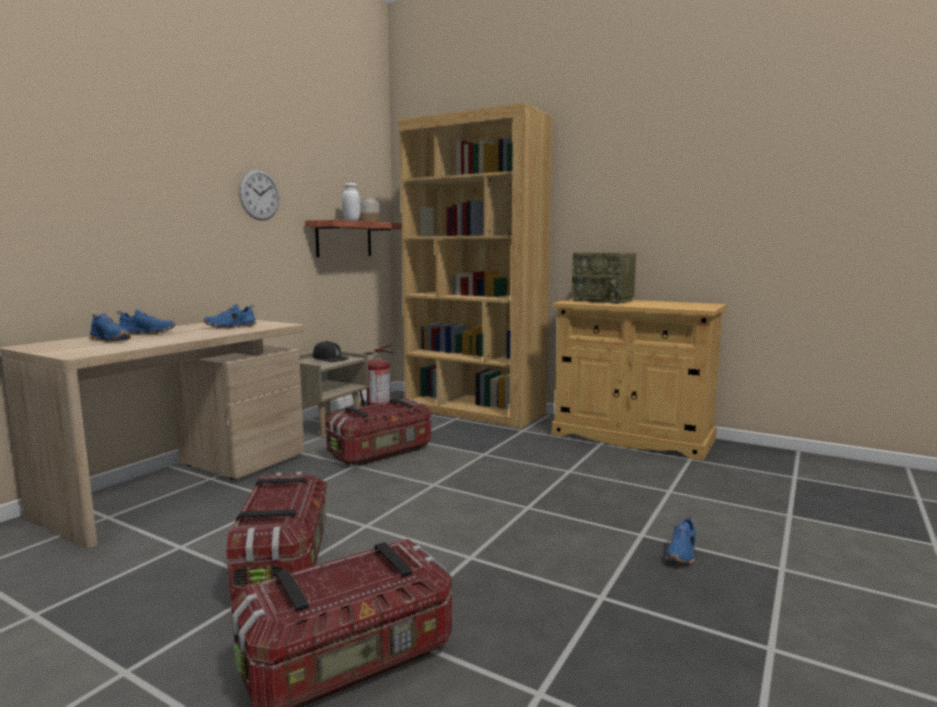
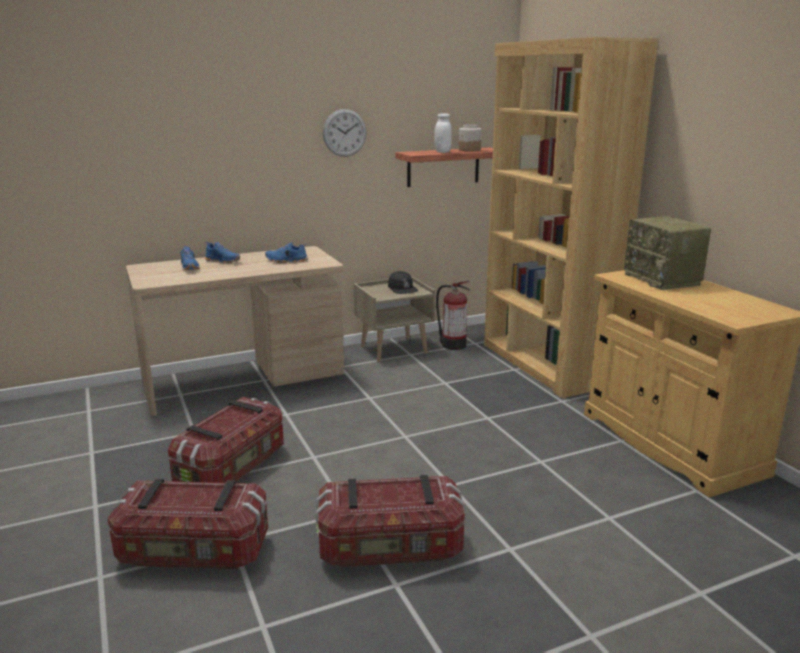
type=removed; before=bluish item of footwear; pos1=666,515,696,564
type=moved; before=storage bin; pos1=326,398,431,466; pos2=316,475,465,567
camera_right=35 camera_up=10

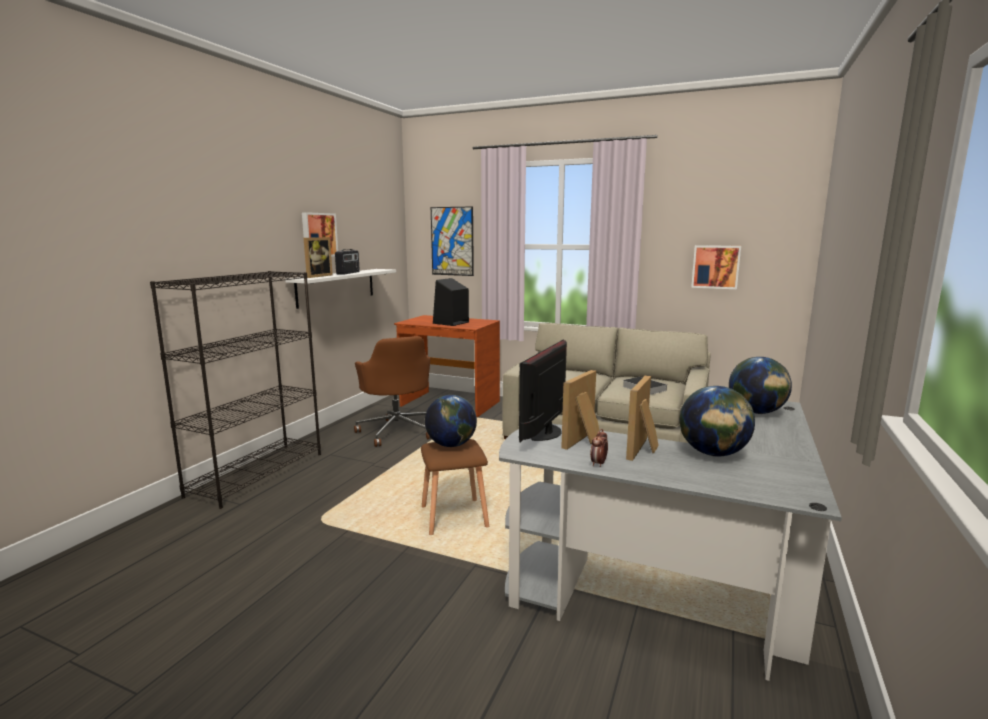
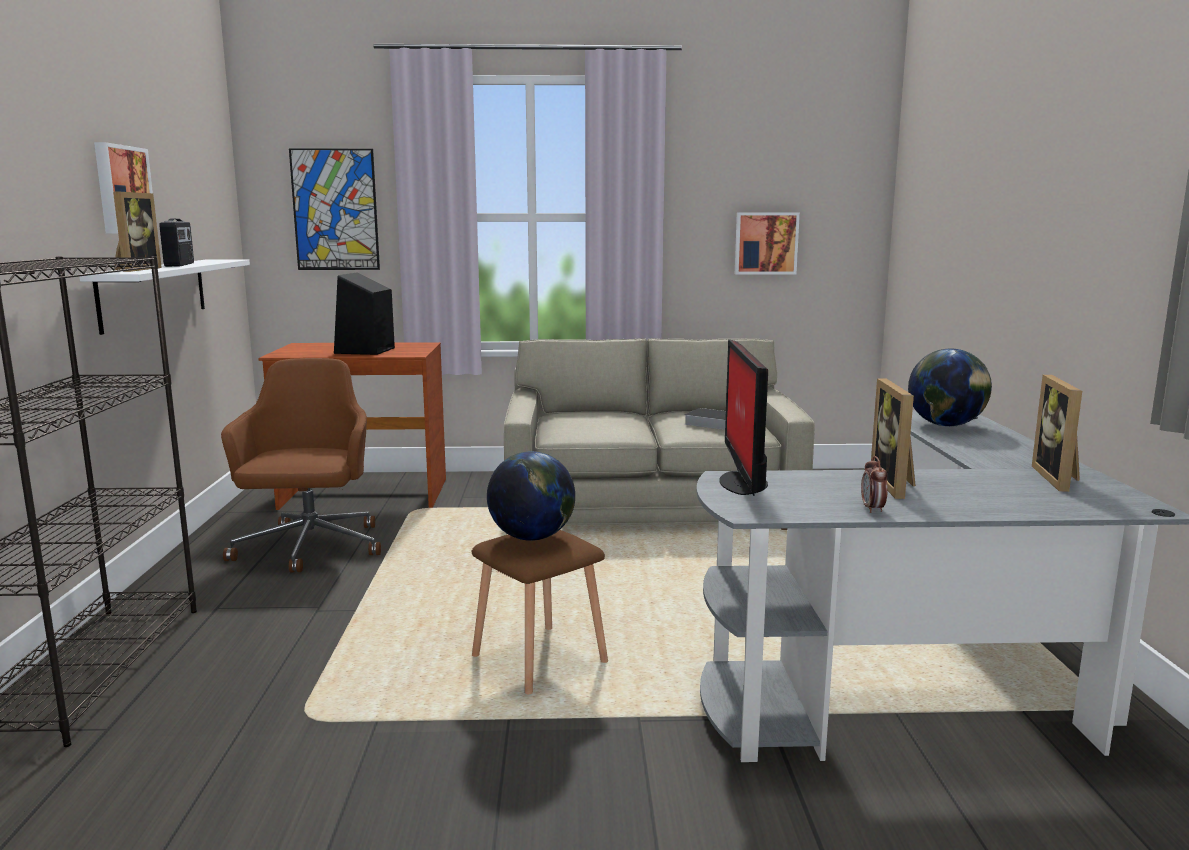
type=removed; before=desk globe; pos1=679,386,755,457
type=moved; before=picture frame; pos1=561,370,599,450; pos2=1032,375,1082,492
type=turned; before=brown office chair; pos1=354,336,431,447; pos2=221,358,381,572; turn=-135
camera_right=-25 camera_up=0

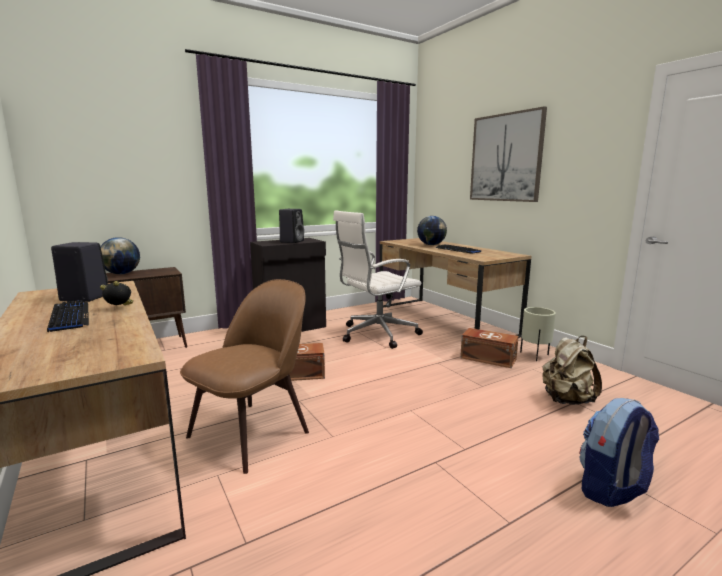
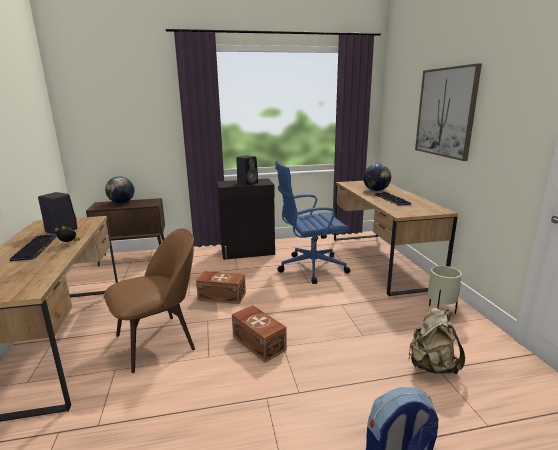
type=moved; before=brown storage bin; pos1=460,328,519,368; pos2=232,305,287,362
type=recoloured; before=white office chair; after=bluish office chair; pos1=333,210,423,349; pos2=275,160,350,284
camera_right=20 camera_up=5

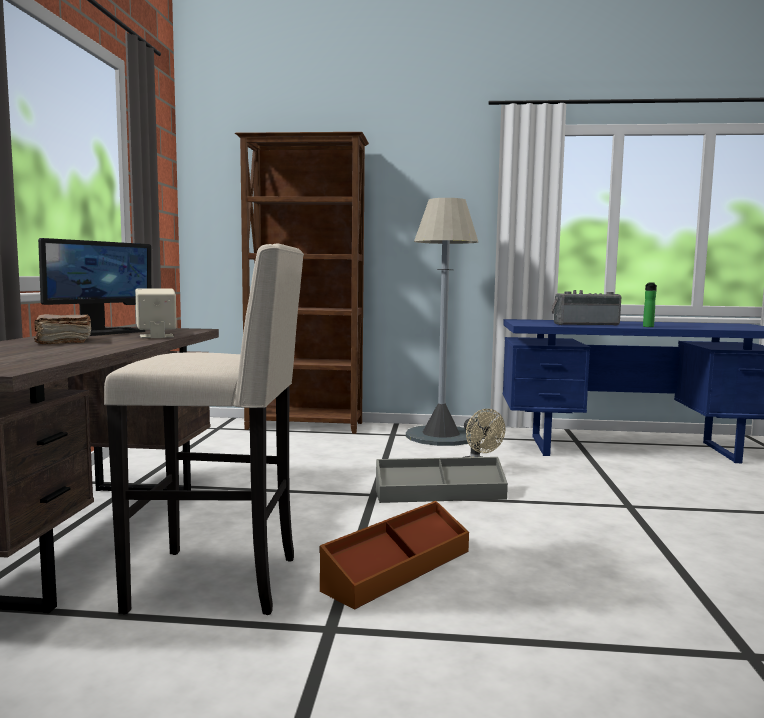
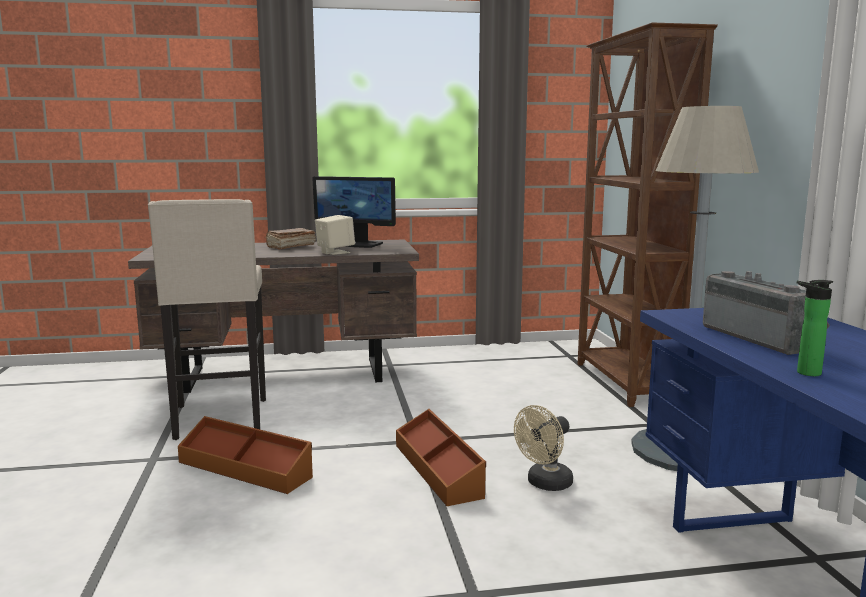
type=recoloured; before=gray storage bin; after=brown storage bin; pos1=376,457,508,503; pos2=396,409,486,506
camera_right=75 camera_up=5

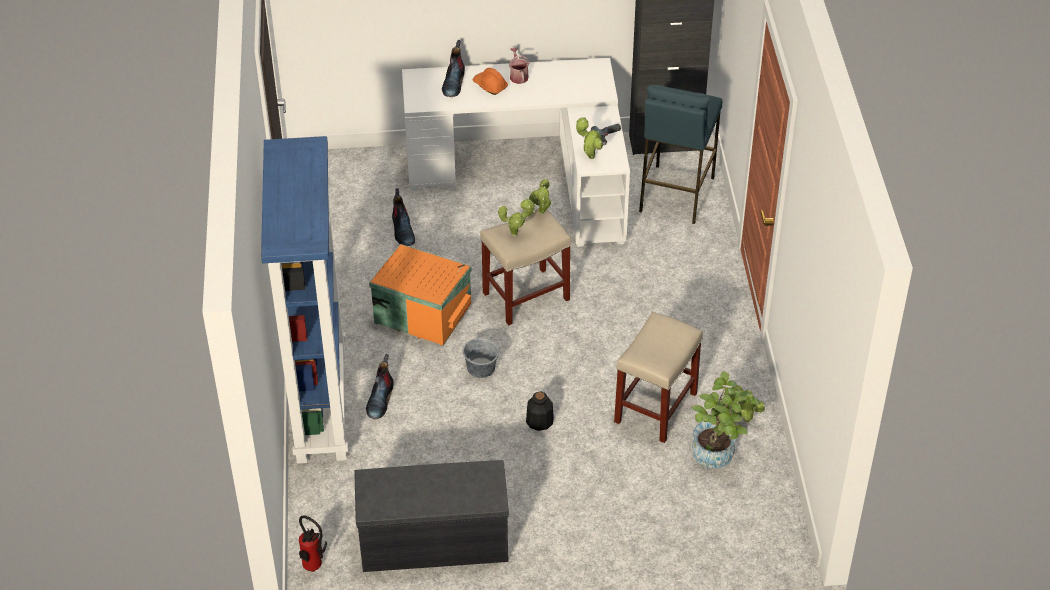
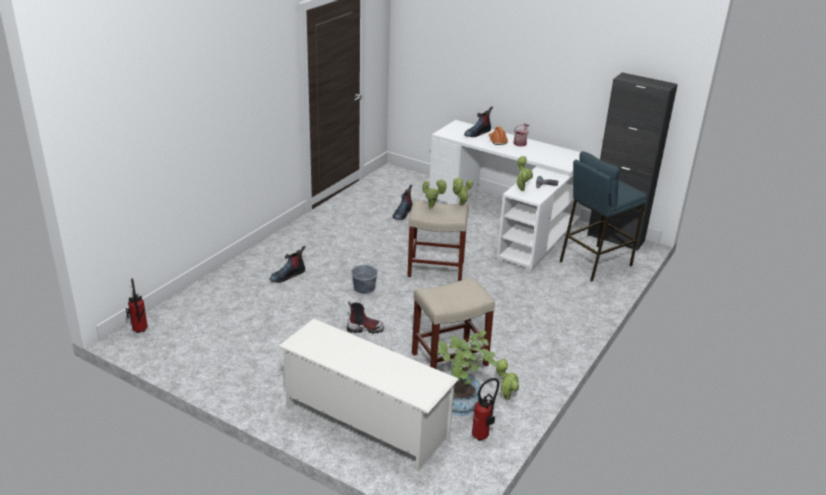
type=removed; before=bluish bookshelf; pos1=261,136,348,464
type=removed; before=gray indoor bench; pos1=354,460,509,572
type=removed; before=orangey storage bin; pos1=369,244,472,346
type=added; after=white shoe rack; pos2=278,318,459,471
type=added; after=extinguisher; pos2=472,378,499,441
type=replaced; before=bottle; after=tall boot; pos1=526,392,554,431; pos2=347,301,384,334
camera_right=35 camera_up=-15

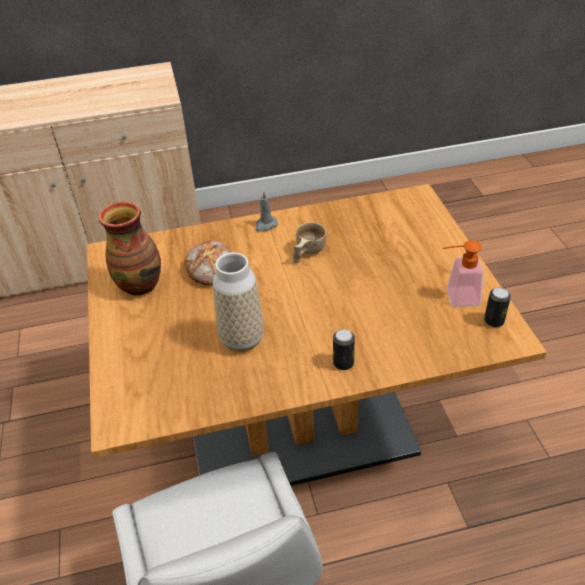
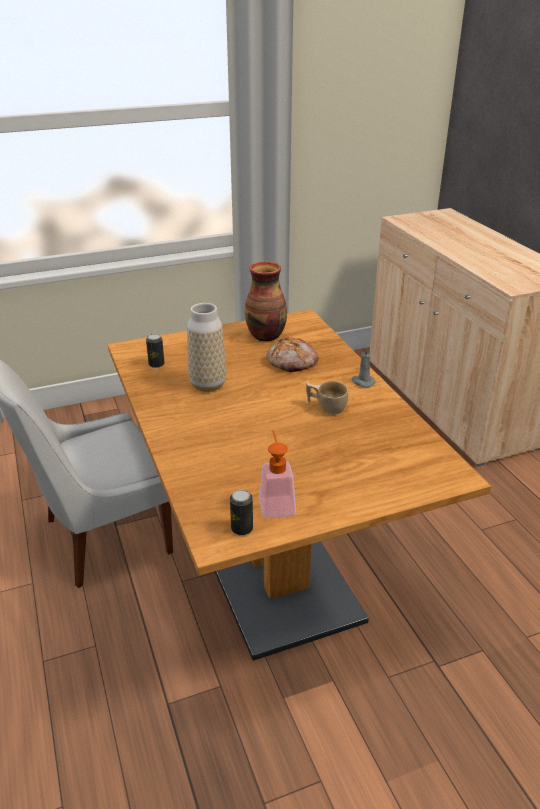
type=moved; before=sealed can; pos1=333,329,355,370; pos2=146,334,165,368
camera_right=80 camera_up=-10

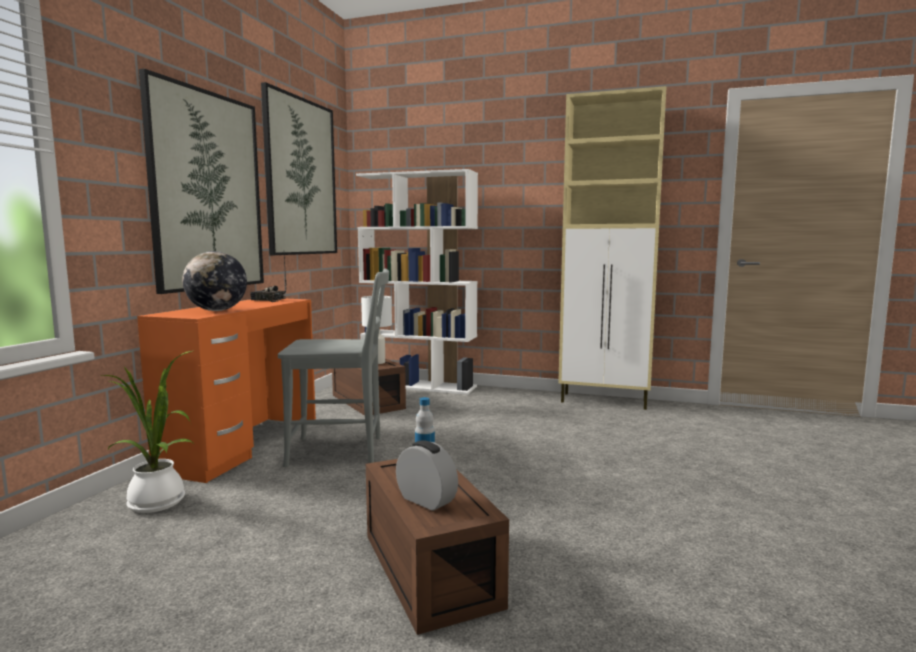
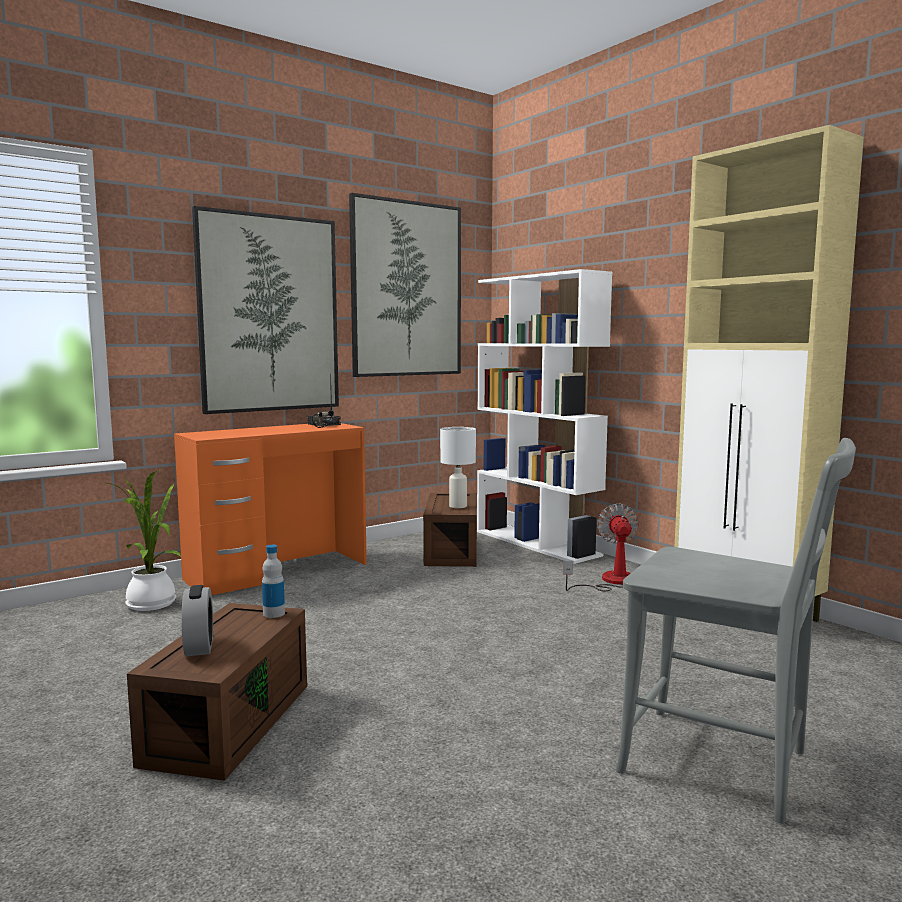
type=removed; before=desk globe; pos1=182,251,247,311
type=added; after=cooling fan; pos2=563,503,639,591
type=moved; before=gray chair; pos1=278,269,389,467; pos2=616,438,856,824
camera_right=35 camera_up=0

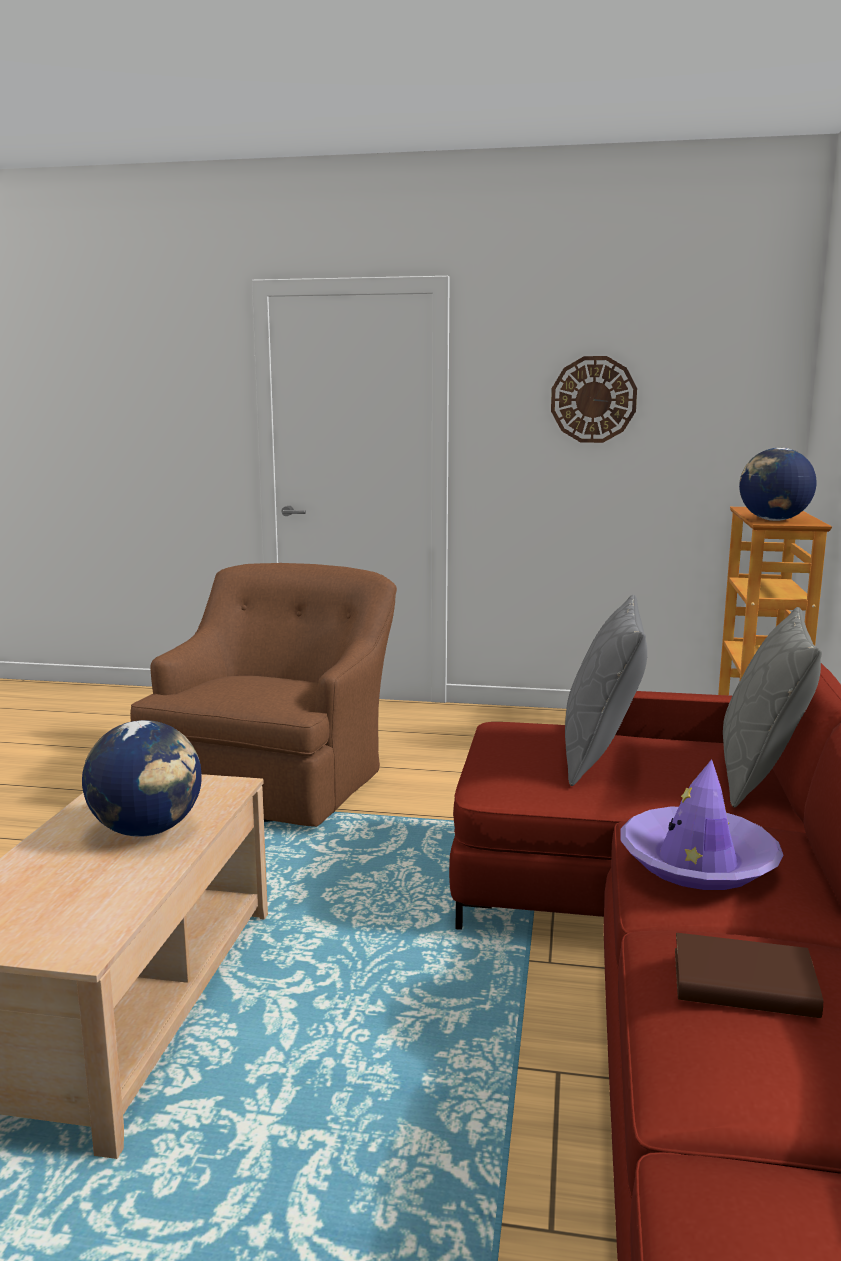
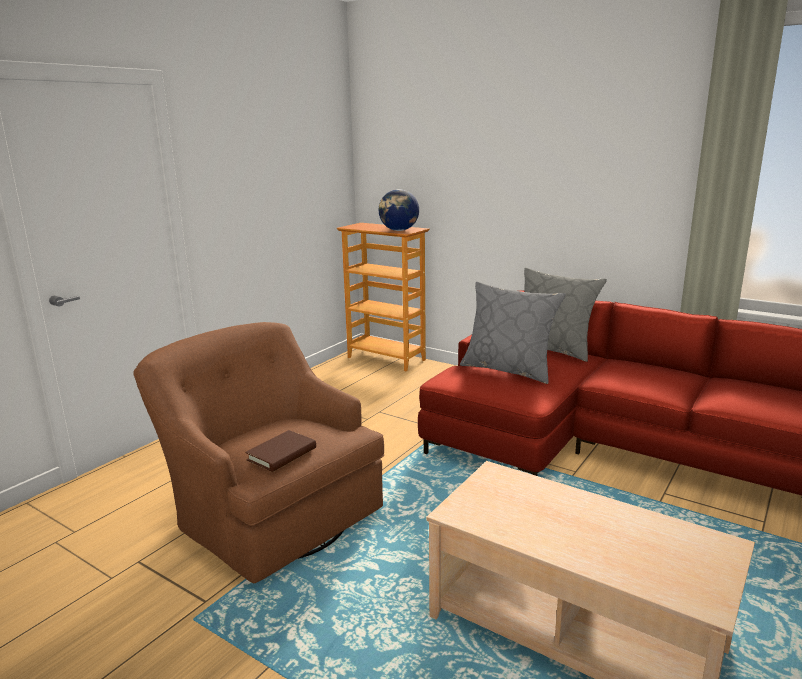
type=removed; before=desk globe; pos1=82,720,202,837
type=removed; before=wall clock; pos1=551,356,637,443
type=removed; before=purple-coloured hat; pos1=620,759,783,890
type=moved; before=brown book; pos1=675,933,823,1018; pos2=245,430,316,472
camera_right=-65 camera_up=5

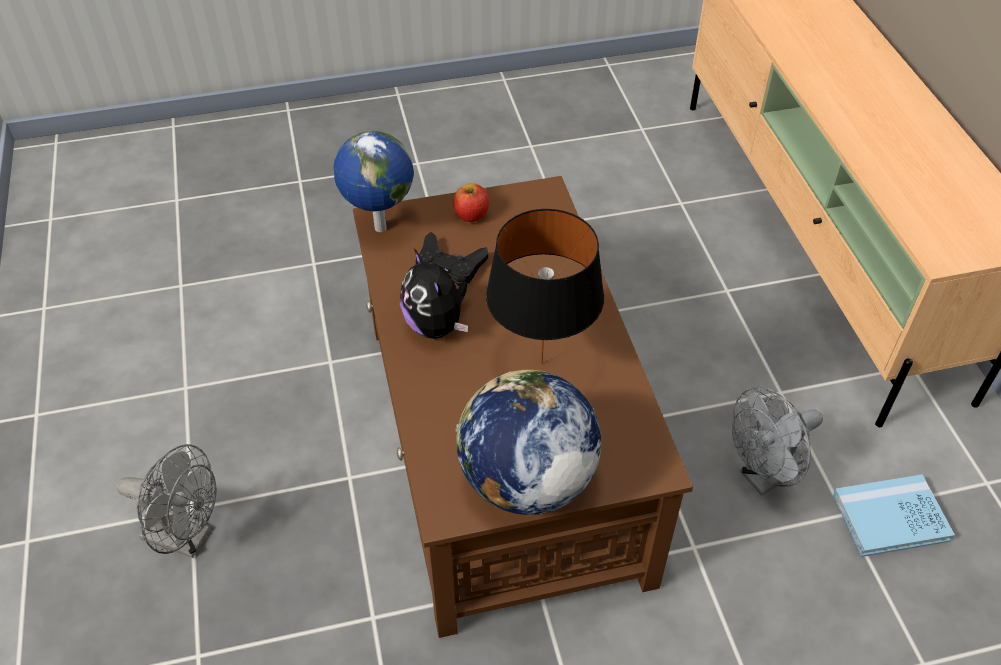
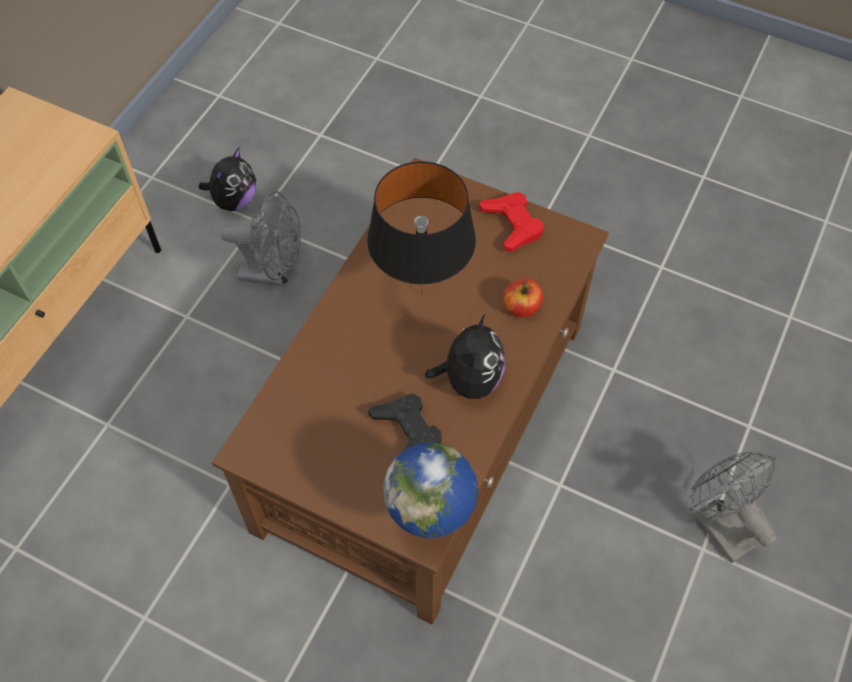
type=moved; before=whole apple; pos1=453,184,489,222; pos2=503,278,543,317
type=replaced; before=desk globe; after=reddish game controller; pos1=456,370,601,515; pos2=479,192,544,252
type=replaced; before=bluish book; after=soft toy; pos1=833,475,955,557; pos2=199,147,256,211
camera_right=-140 camera_up=10

